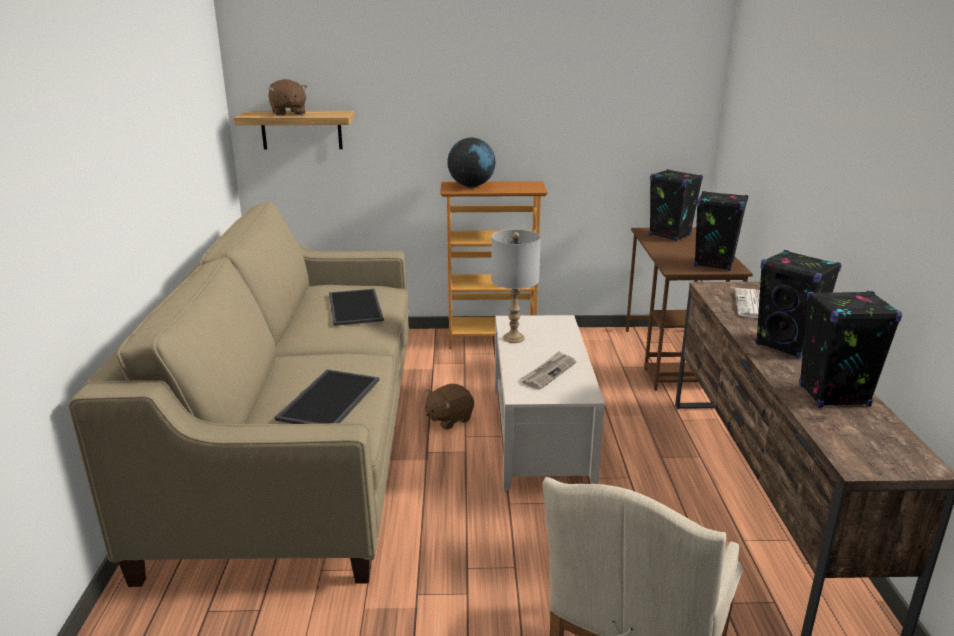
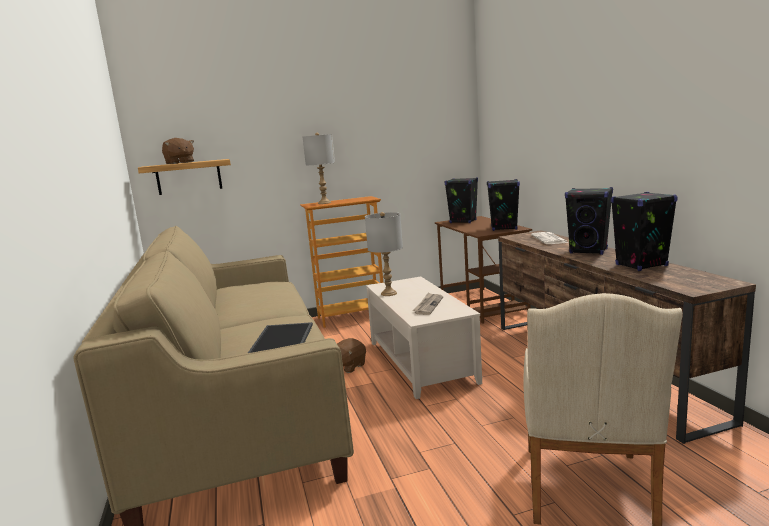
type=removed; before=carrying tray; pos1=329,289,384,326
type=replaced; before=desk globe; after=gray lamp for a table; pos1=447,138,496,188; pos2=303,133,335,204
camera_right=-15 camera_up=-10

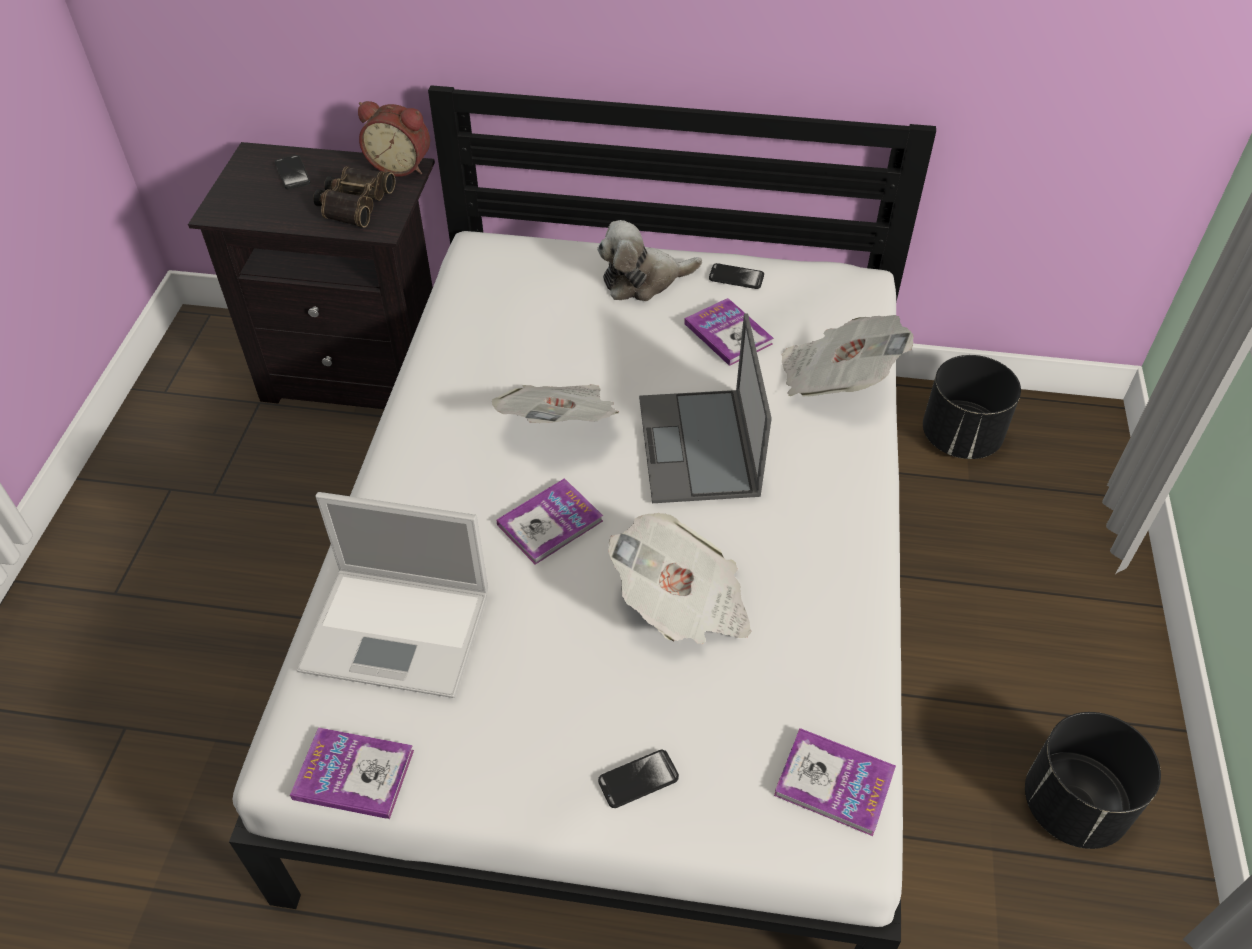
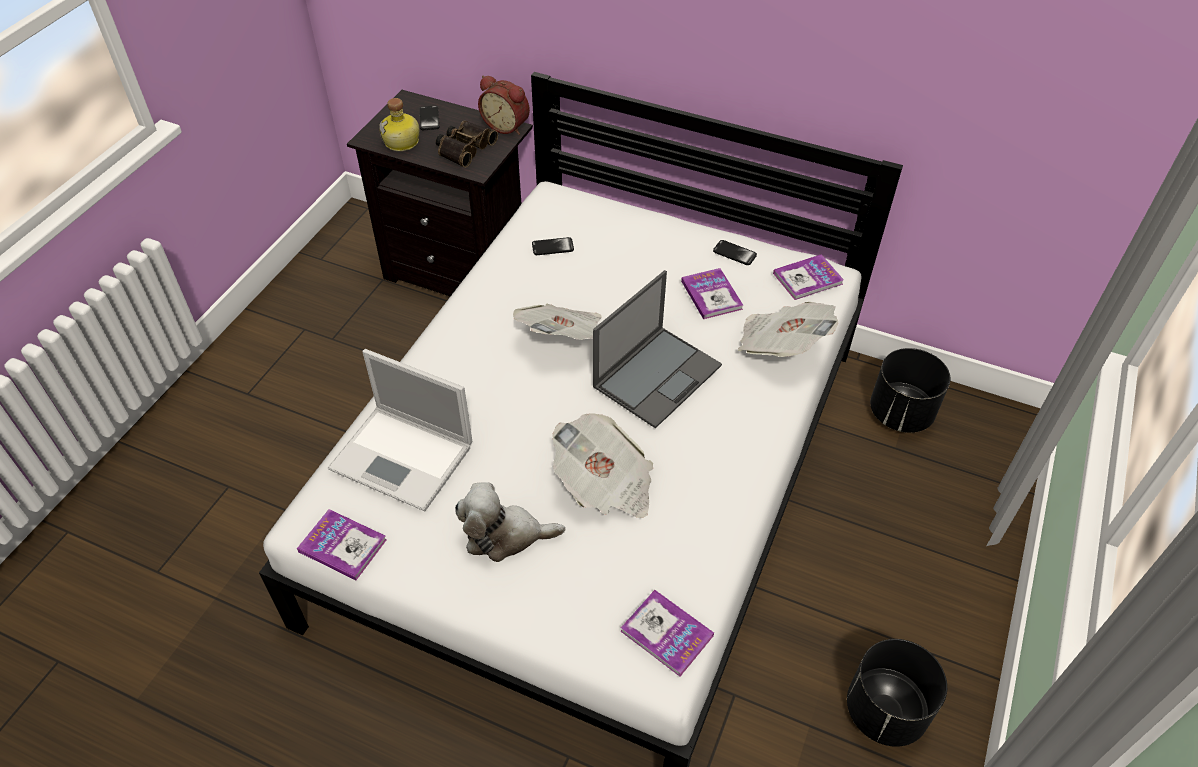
type=added; after=bottle; pos2=379,98,419,151
type=moved; before=book; pos1=496,478,603,565; pos2=773,254,844,300
type=moved; before=soft toy; pos1=597,220,702,301; pos2=455,482,565,562
type=moved; before=telephone; pos1=598,750,679,808; pos2=532,237,574,255
type=turned; before=notebook computer; pos1=639,313,772,503; pos2=593,270,722,429; turn=-150
camera_right=15 camera_up=0

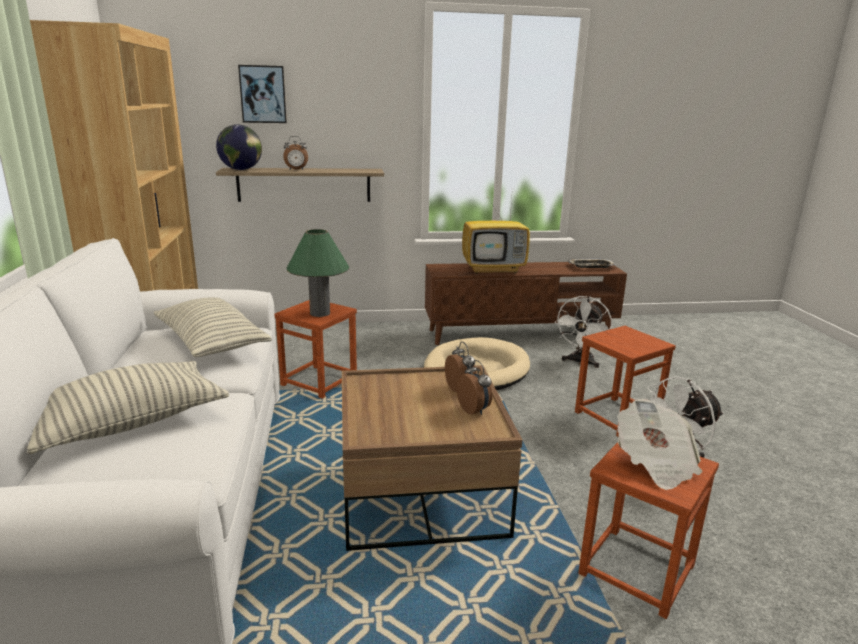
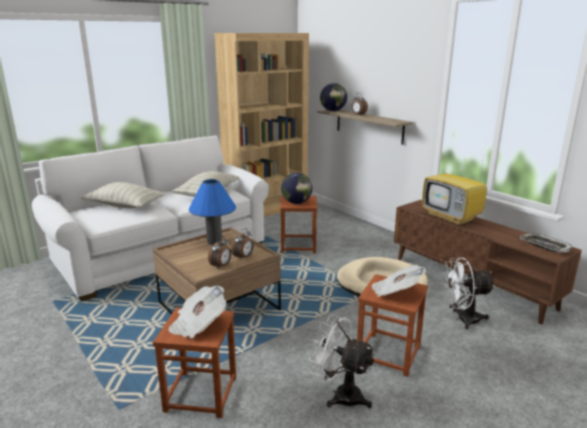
type=removed; before=wall art; pos1=238,65,287,123
type=added; after=bluish lamp for a table; pos2=189,179,236,245
type=added; after=newspaper; pos2=371,265,426,297
type=replaced; before=green lamp for a table; after=desk globe; pos1=287,229,349,317; pos2=281,173,312,204
camera_right=60 camera_up=0

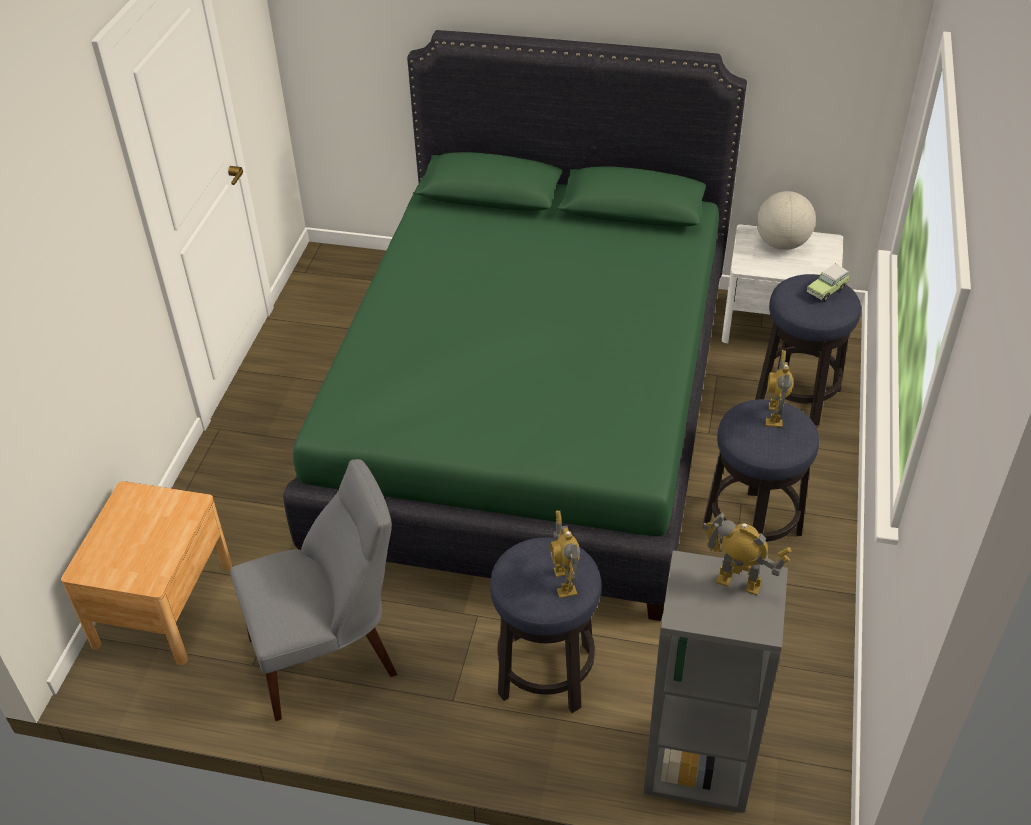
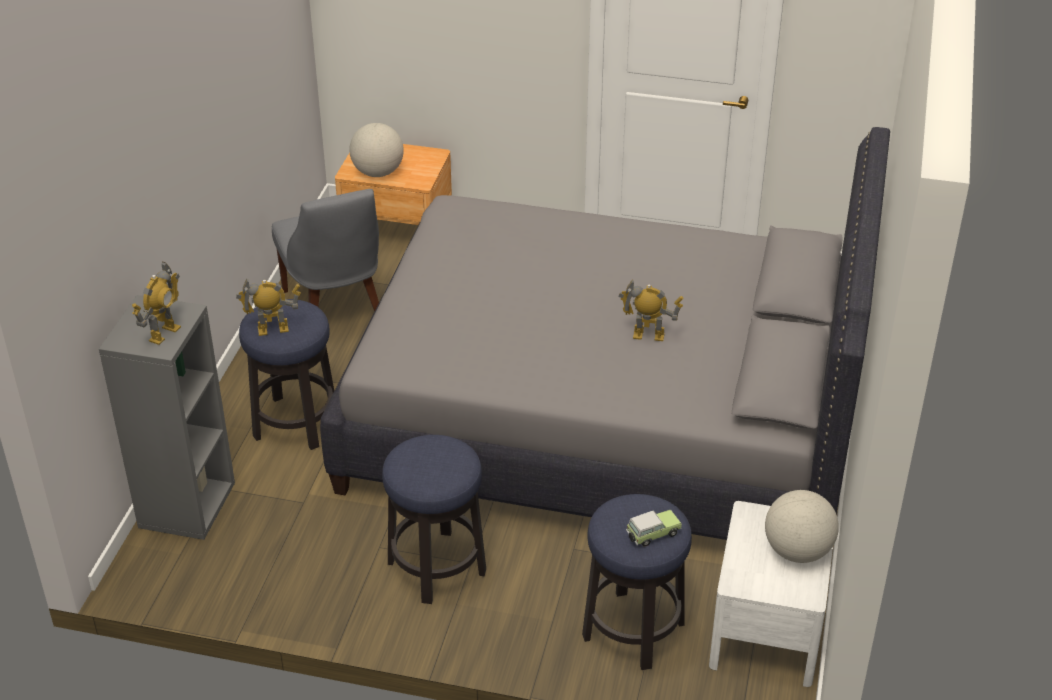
type=added; after=desk globe; pos2=349,123,404,177
type=moved; before=robot figure; pos1=766,350,793,427; pos2=619,280,683,341
type=recoloured; before=green bed; after=gray bed; pos1=283,30,747,621; pos2=320,127,890,540
type=turned; before=toy car; pos1=807,264,849,302; pos2=626,510,682,547; turn=105
camera_right=90 camera_up=-5

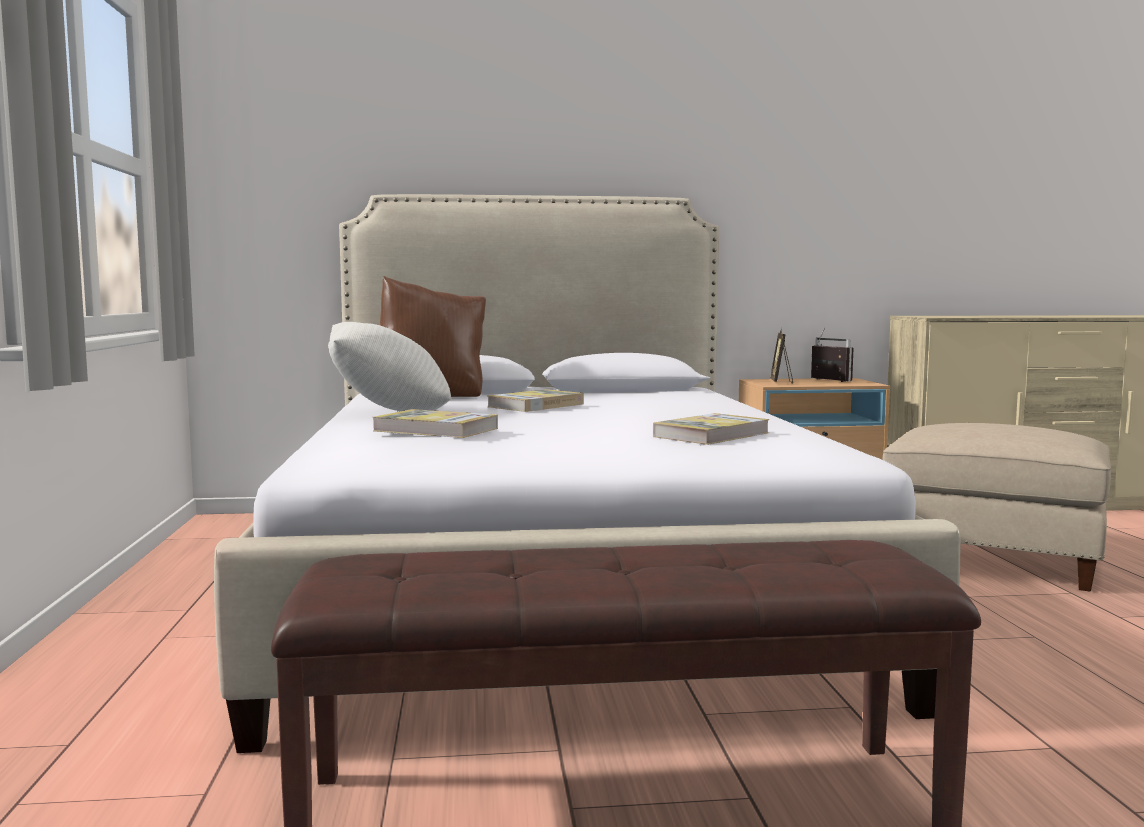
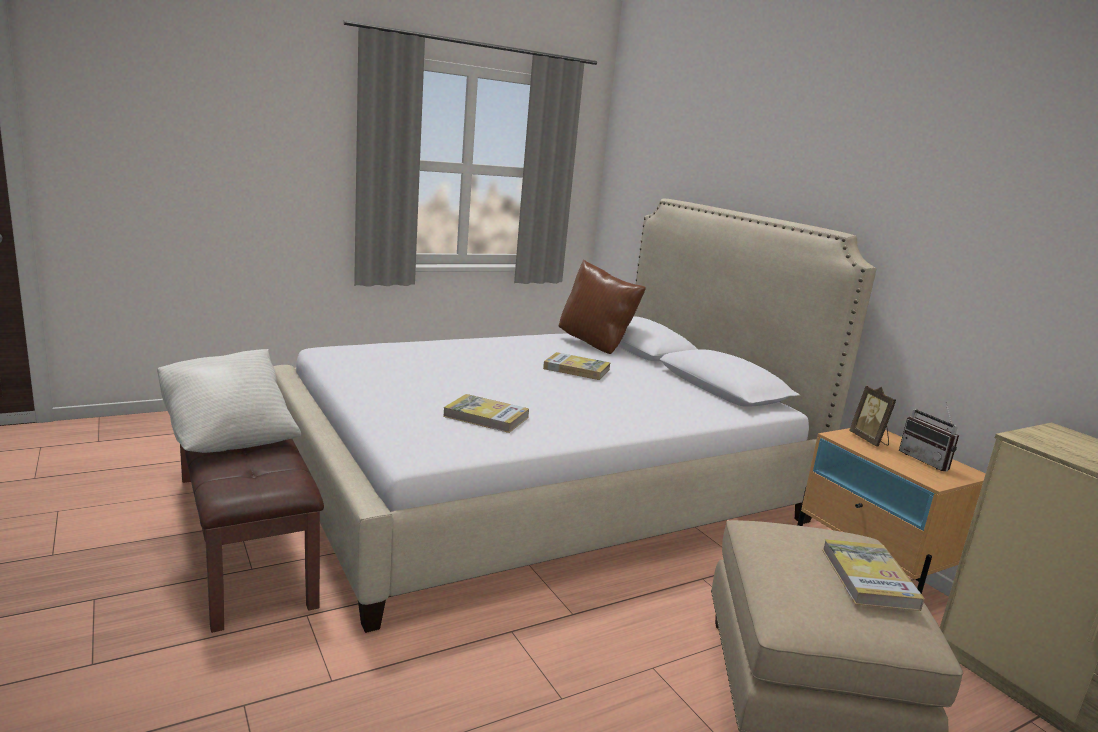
type=moved; before=white pillow; pos1=328,322,451,411; pos2=157,349,301,453
type=moved; before=book; pos1=373,409,498,438; pos2=822,539,925,611
type=turned; before=picture frame; pos1=770,328,793,384; pos2=849,386,896,447; turn=-90
type=turned; before=radio receiver; pos1=811,328,853,382; pos2=899,402,959,472; turn=120
camera_right=65 camera_up=10

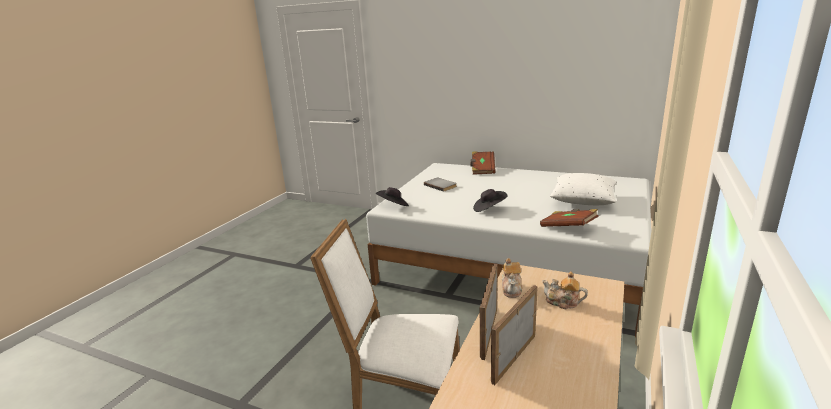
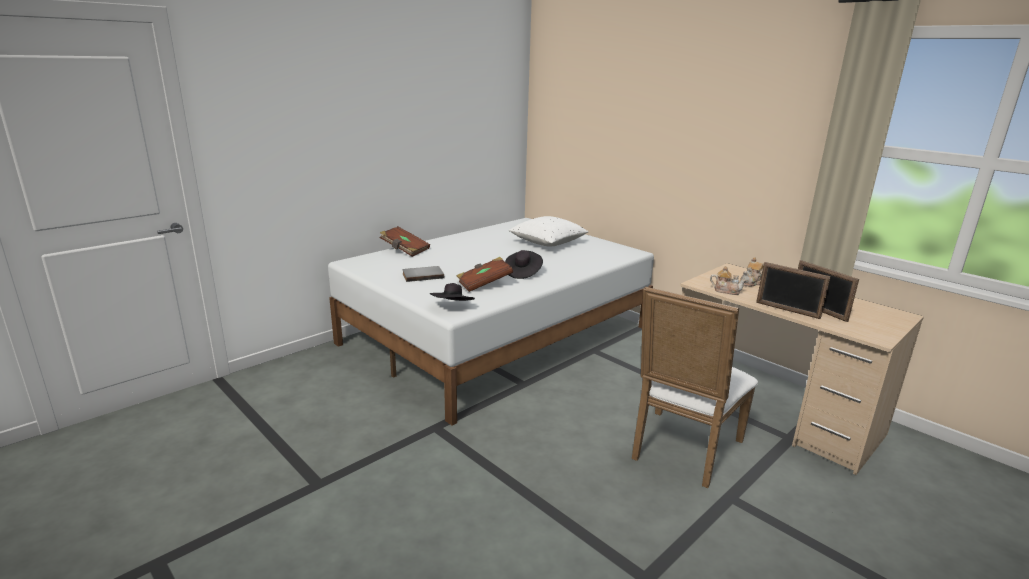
type=moved; before=brown book; pos1=540,209,598,227; pos2=457,257,513,292
camera_right=-70 camera_up=0

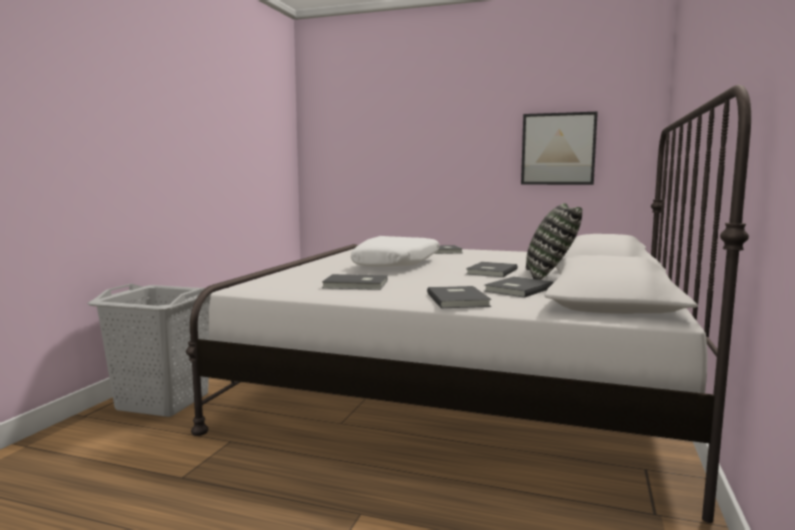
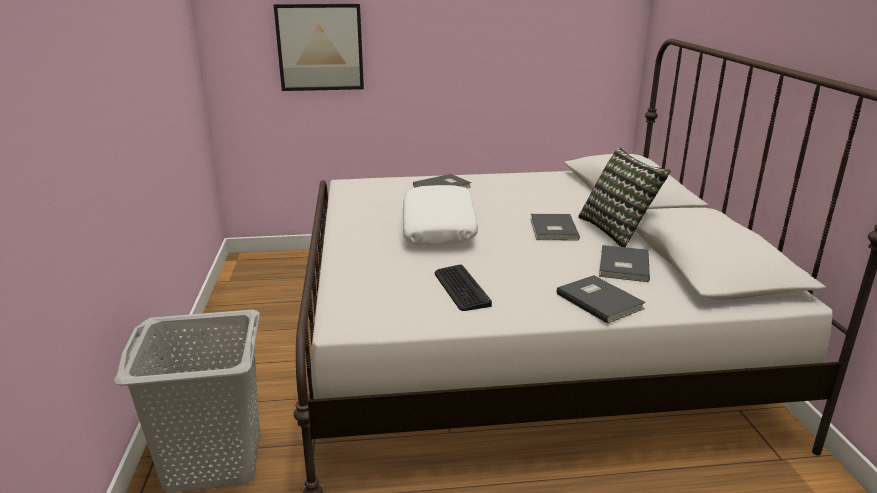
type=moved; before=wall art; pos1=521,112,598,185; pos2=274,4,364,91
type=replaced; before=gray book; after=computer keyboard; pos1=322,274,387,290; pos2=435,264,492,311
camera_right=-25 camera_up=15

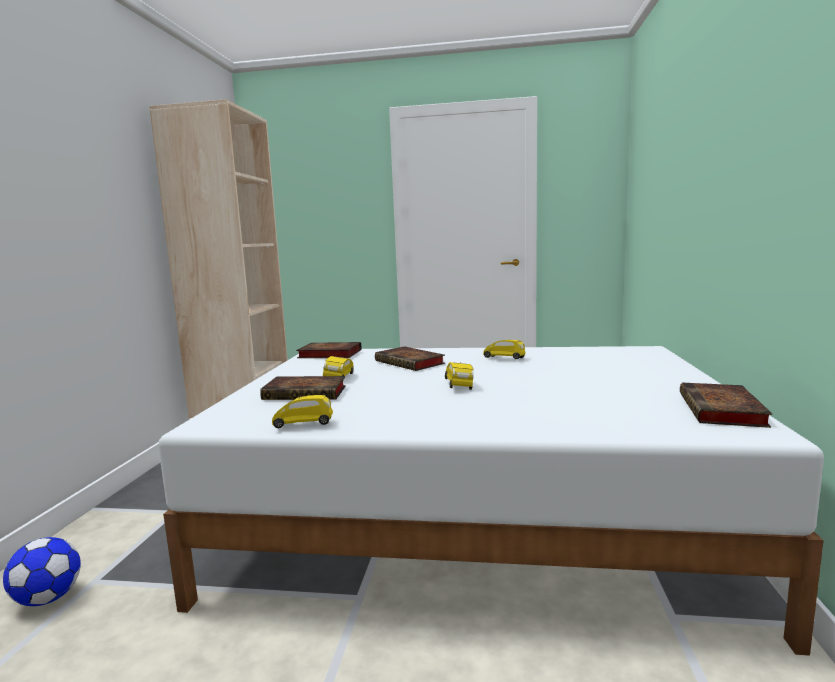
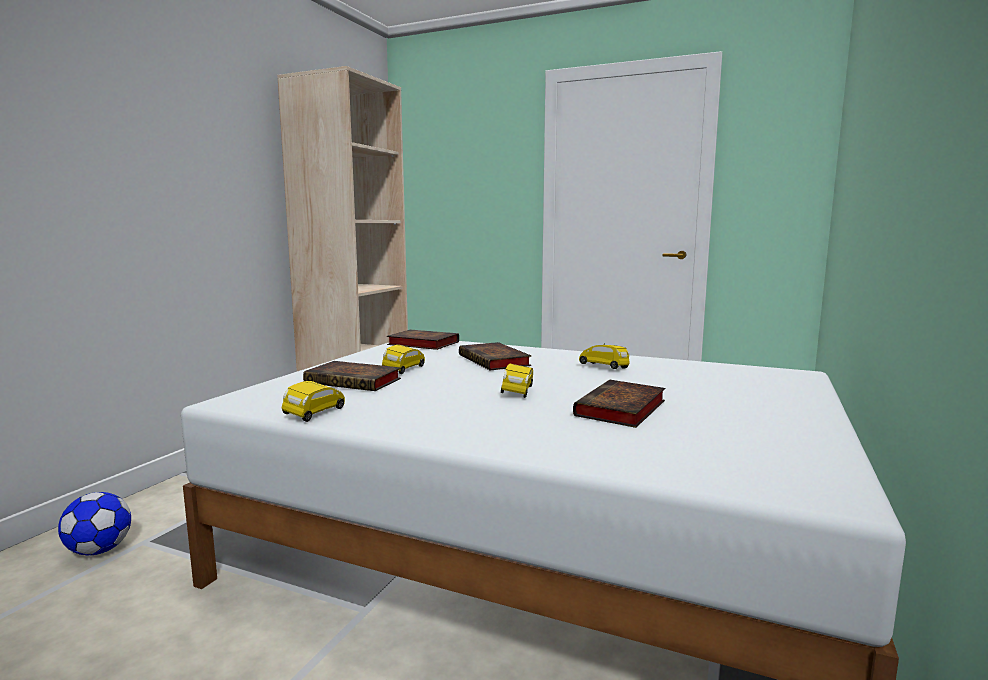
type=moved; before=book; pos1=680,383,772,428; pos2=573,380,665,428
type=turned; before=yellow toy car; pos1=272,395,333,428; pos2=282,381,345,422; turn=105
camera_right=15 camera_up=0

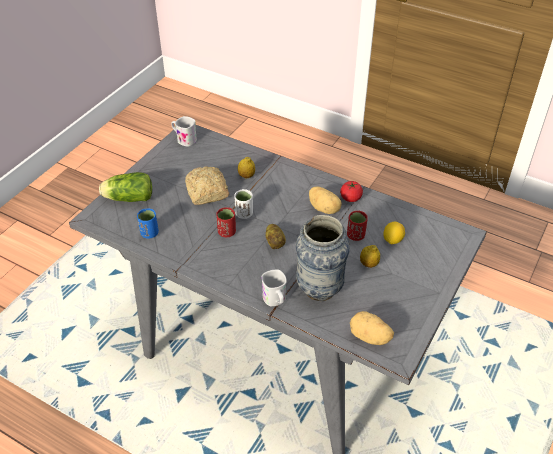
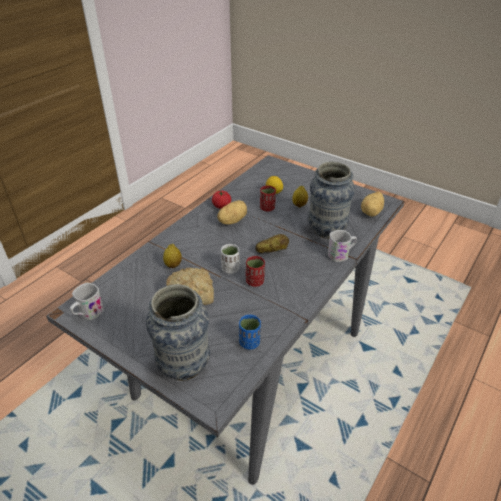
type=replaced; before=lettuce head; after=decorative vase; pos1=99,172,152,202; pos2=146,284,210,381
camera_right=-85 camera_up=-5

